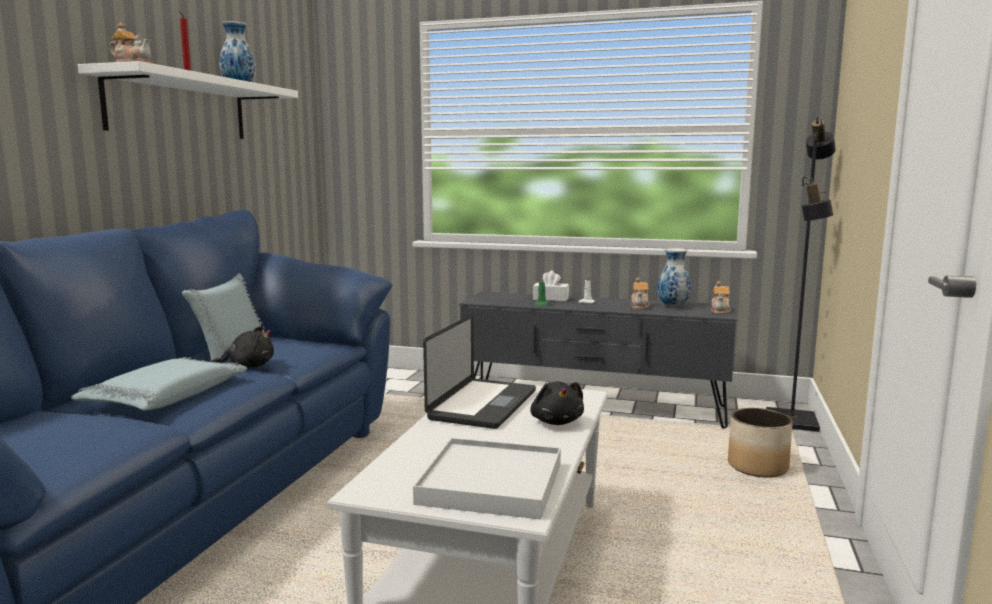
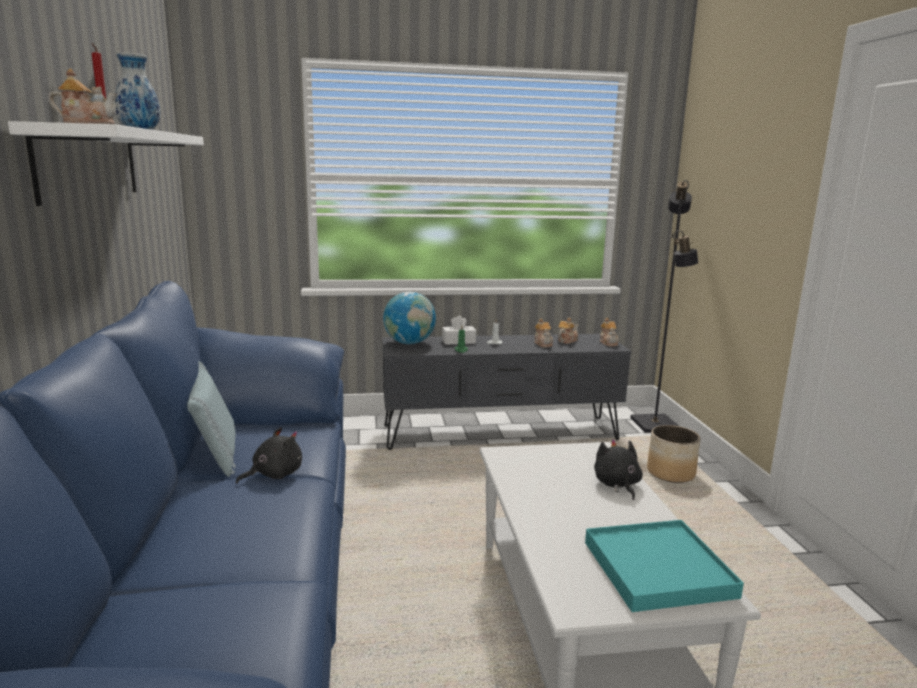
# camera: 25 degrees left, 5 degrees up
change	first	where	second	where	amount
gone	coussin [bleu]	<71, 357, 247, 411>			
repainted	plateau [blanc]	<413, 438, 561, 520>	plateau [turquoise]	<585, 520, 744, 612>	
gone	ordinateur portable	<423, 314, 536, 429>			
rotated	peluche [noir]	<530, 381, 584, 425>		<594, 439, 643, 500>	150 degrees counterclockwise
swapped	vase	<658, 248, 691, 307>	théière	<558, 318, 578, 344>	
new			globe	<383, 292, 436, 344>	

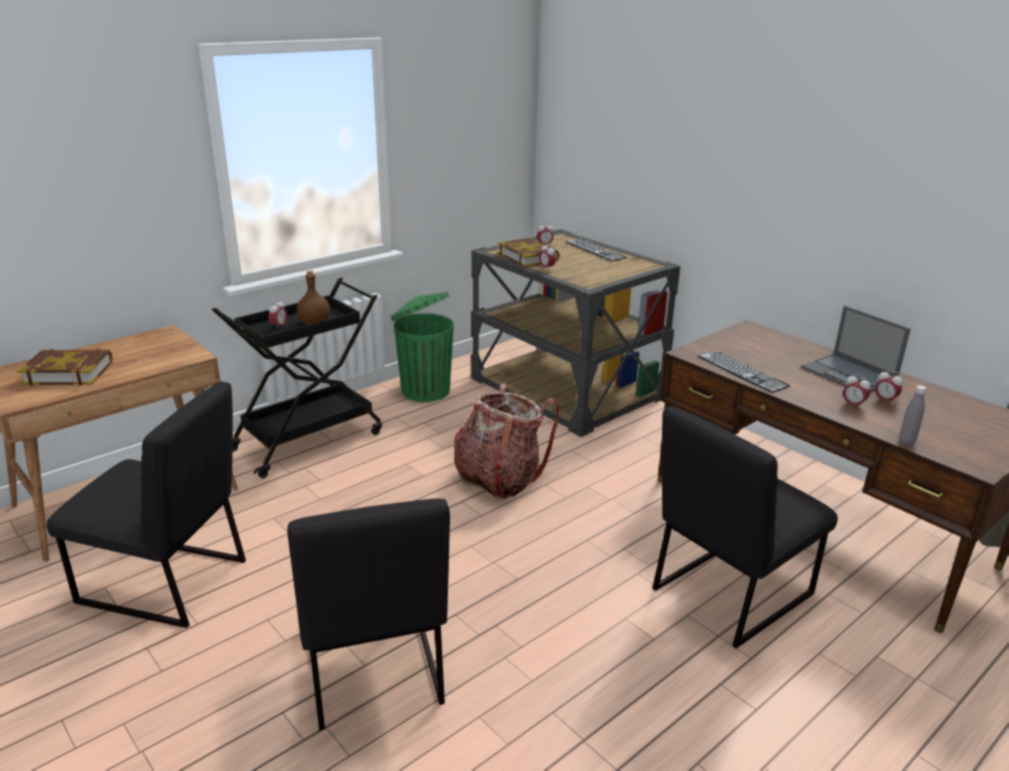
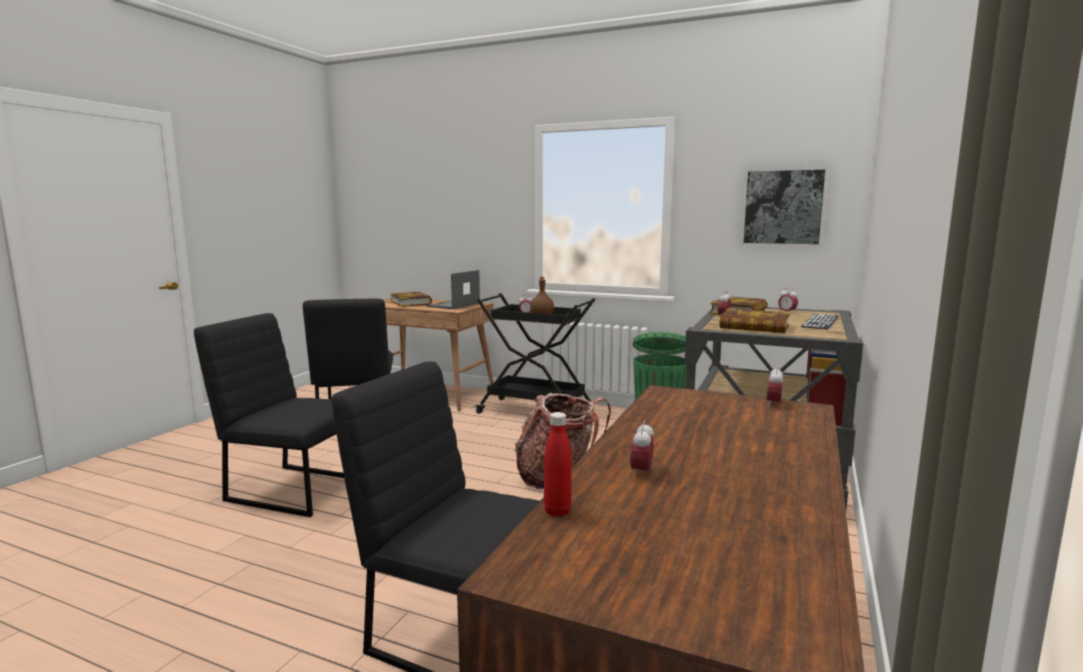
# camera: 65 degrees right, 15 degrees down
change	first	where	second	where	amount
rotated	chaise [noir]	<287, 499, 450, 730>		<194, 313, 344, 517>	60 degrees clockwise
gone	clavier	<698, 350, 790, 393>			
shifted	ordinateur portable	<801, 306, 910, 392>		<427, 270, 480, 309>	
shifted	réveil	<875, 370, 903, 405>		<766, 368, 783, 407>	
repainted	bouteille [gris]	<899, 385, 927, 445>	bouteille [rouge]	<544, 412, 572, 517>	
new			livre	<720, 309, 791, 333>	
new			tableau	<740, 166, 829, 247>	

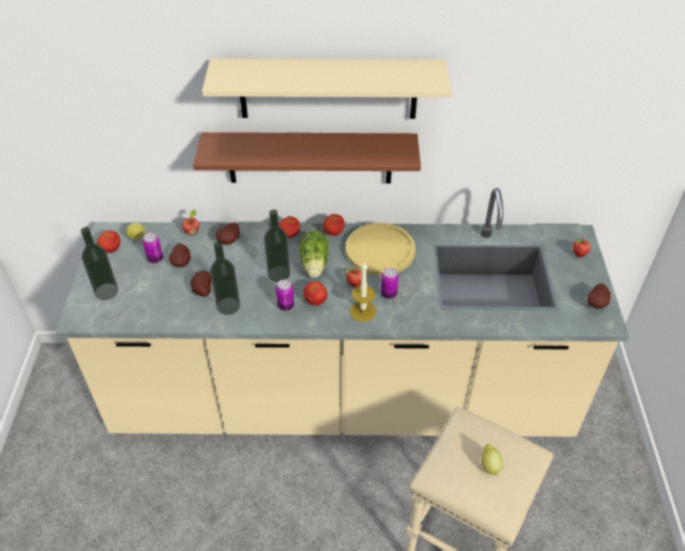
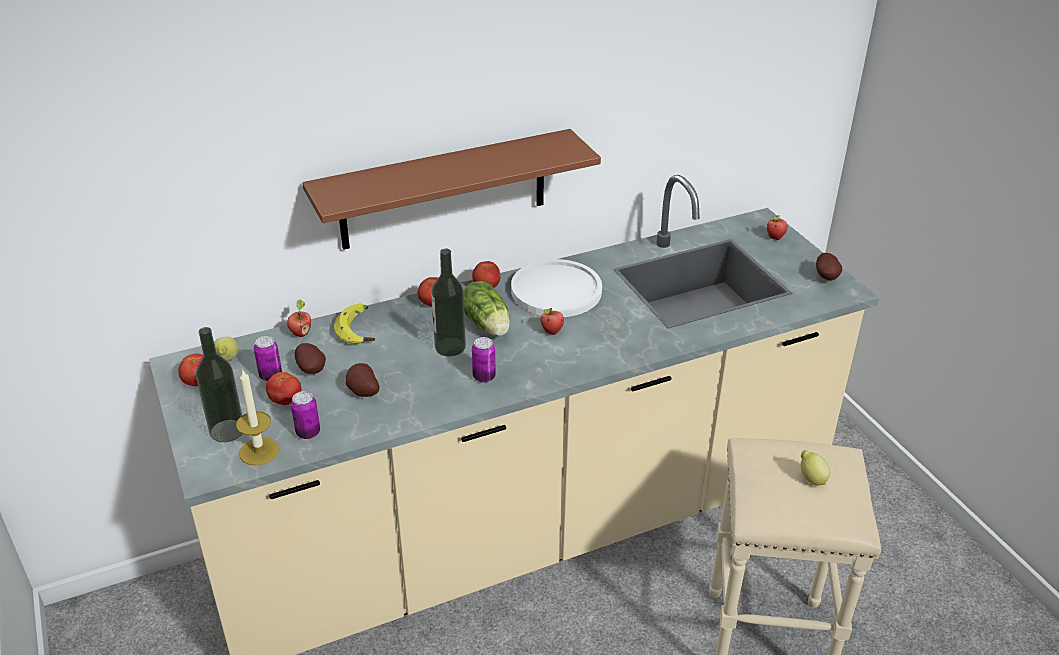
# camera: 25 degrees left, 10 degrees down
change	first	where	second	where	amount
gone	étagère [beige]	<202, 59, 451, 119>			
gone	bouteille	<210, 241, 240, 315>			
swapped	pomme de terre	<215, 223, 240, 245>	banane	<334, 304, 375, 344>	
shifted	tomate	<303, 281, 327, 306>		<266, 372, 301, 405>	
repainted	assiette [jaune]	<346, 223, 416, 276>	assiette [blanc]	<511, 259, 602, 317>	
shifted	bougie	<350, 261, 376, 322>		<236, 369, 279, 466>	
shifted	boîte métallique	<381, 268, 399, 299>		<291, 391, 320, 439>	

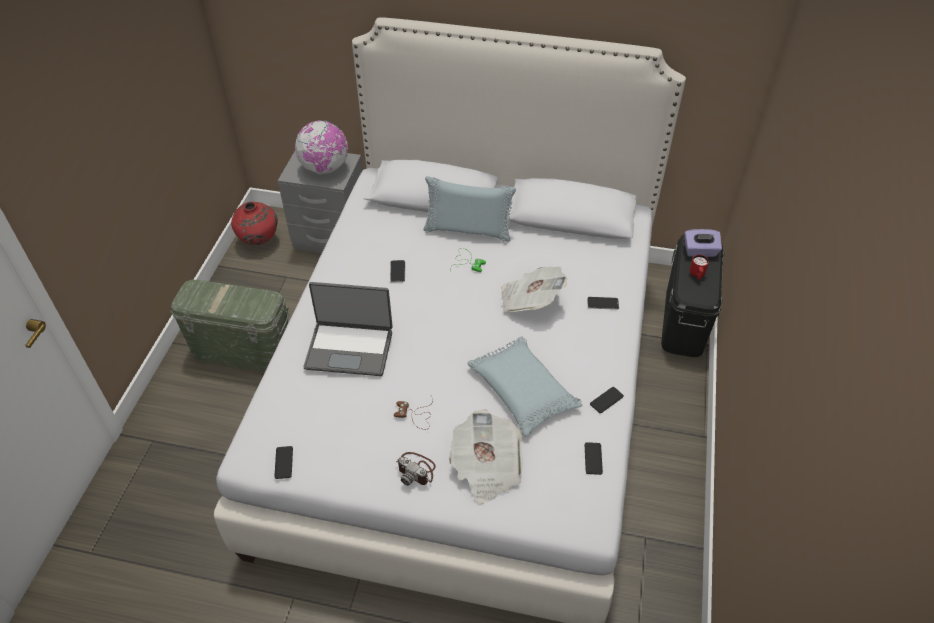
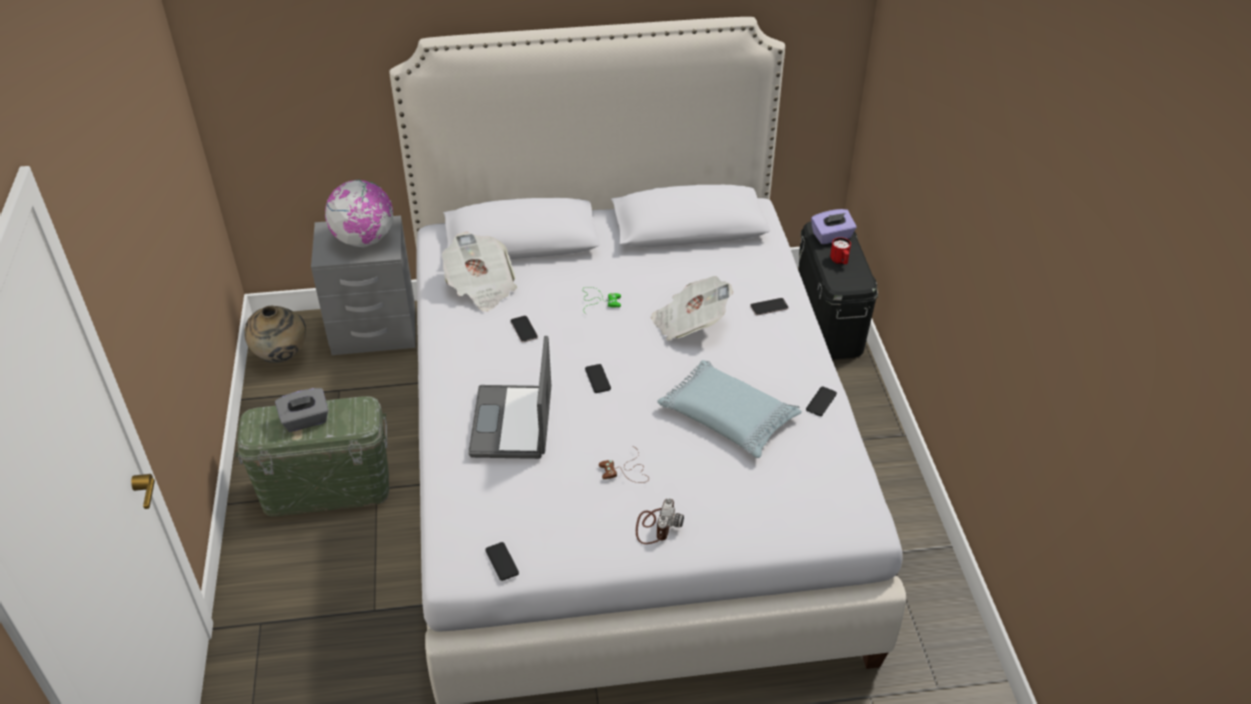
# camera: 20 degrees left, 5 degrees down
change	first	where	second	where	amount
repainted	vase [rouge]	<231, 202, 278, 245>	vase [beige]	<244, 306, 306, 363>	
rotated	ordinateur portable	<303, 282, 393, 376>		<468, 336, 551, 459>	105 degrees clockwise
rotated	appareil photo	<396, 452, 436, 486>		<636, 498, 684, 544>	90 degrees counterclockwise
gone	coussin [bleu]	<423, 176, 516, 242>			
shifted	journal	<449, 409, 523, 504>		<442, 232, 517, 312>	
shifted	téléphone	<585, 442, 603, 475>		<585, 364, 611, 393>	
new			boîte à mouchoirs [gris]	<275, 388, 329, 432>	

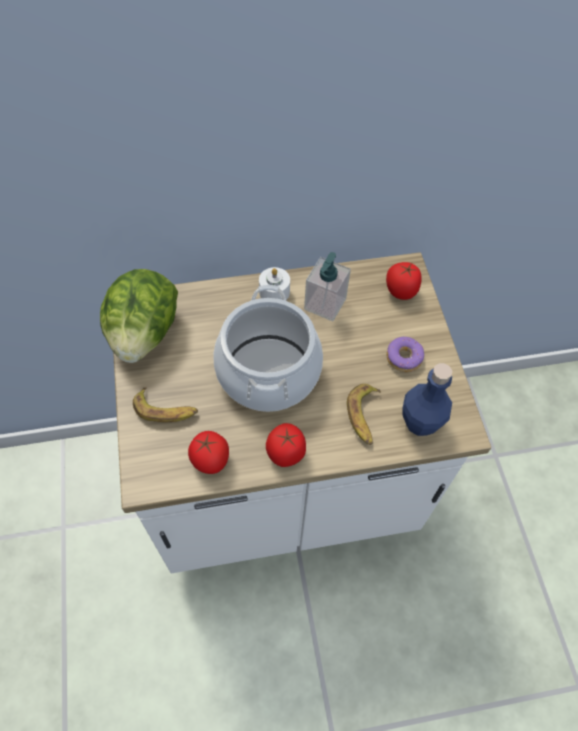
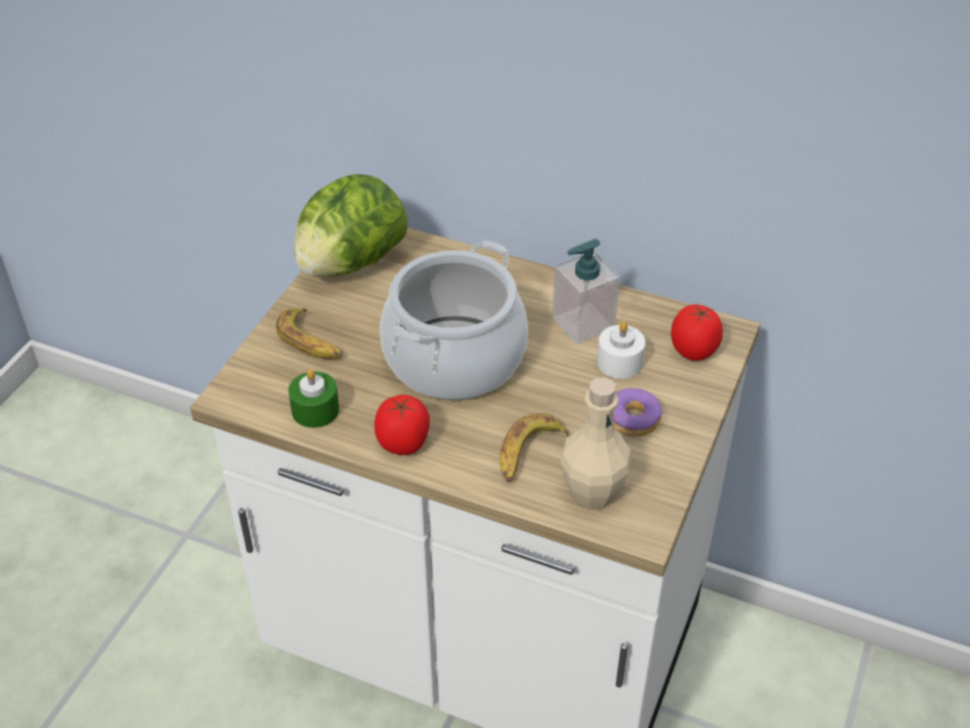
# camera: 35 degrees right, 15 degrees down
change	first	where	second	where	amount
swapped	tomate	<188, 431, 229, 474>	bougie [vert]	<288, 369, 339, 428>	
shifted	bougie [blanc]	<259, 267, 290, 300>		<597, 321, 645, 379>	
repainted	bouteille [bleu]	<402, 363, 452, 436>	bouteille [beige]	<560, 377, 631, 510>	

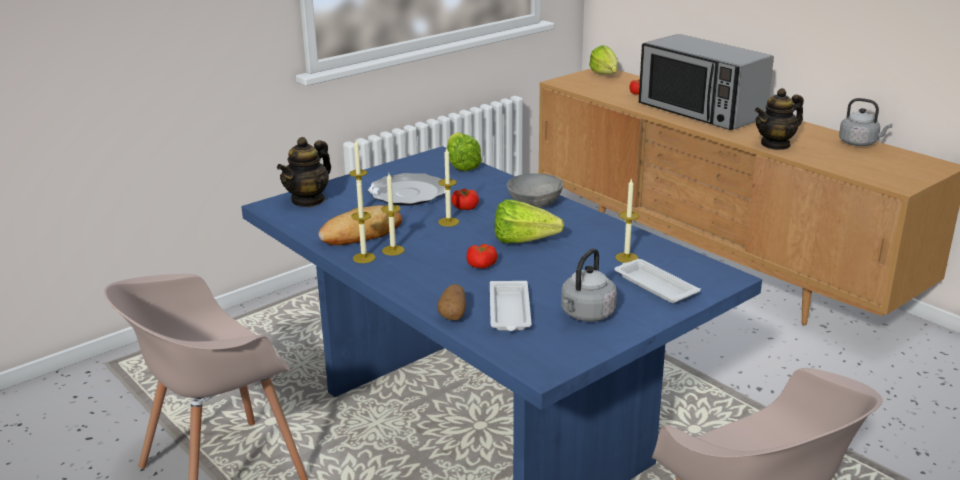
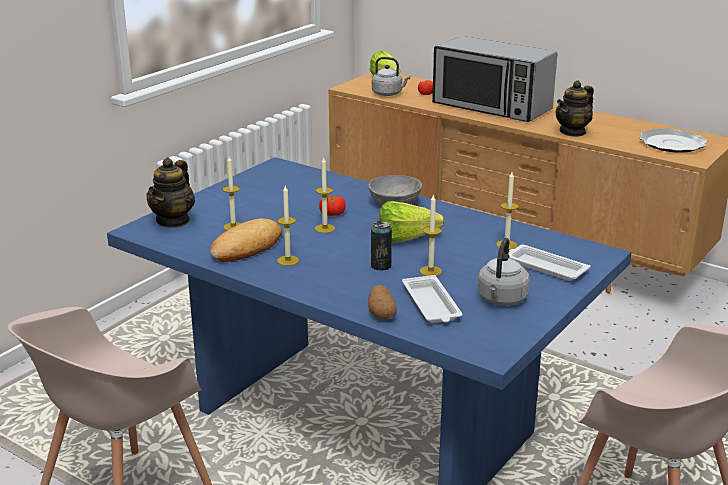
# camera: 15 degrees left, 0 degrees up
change	first	where	second	where	amount
shifted	bougie	<351, 180, 375, 263>		<420, 194, 442, 276>	
shifted	assiette	<368, 173, 445, 206>		<639, 128, 707, 153>	
gone	laitue	<447, 132, 482, 171>			
swapped	tomate	<466, 244, 498, 269>	boîte métallique	<371, 220, 392, 271>	
shifted	bouilloire [gris]	<839, 98, 893, 146>		<372, 57, 410, 96>	

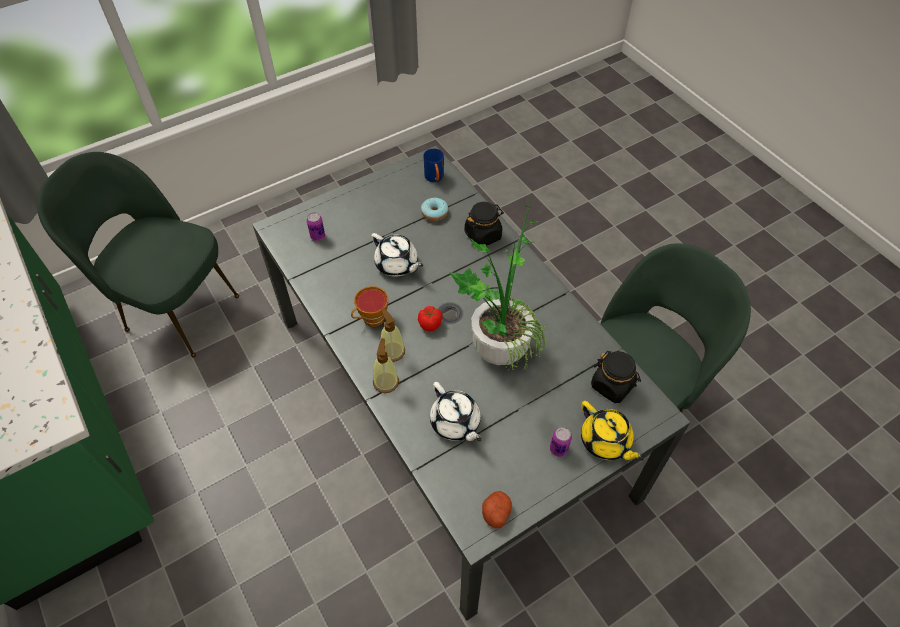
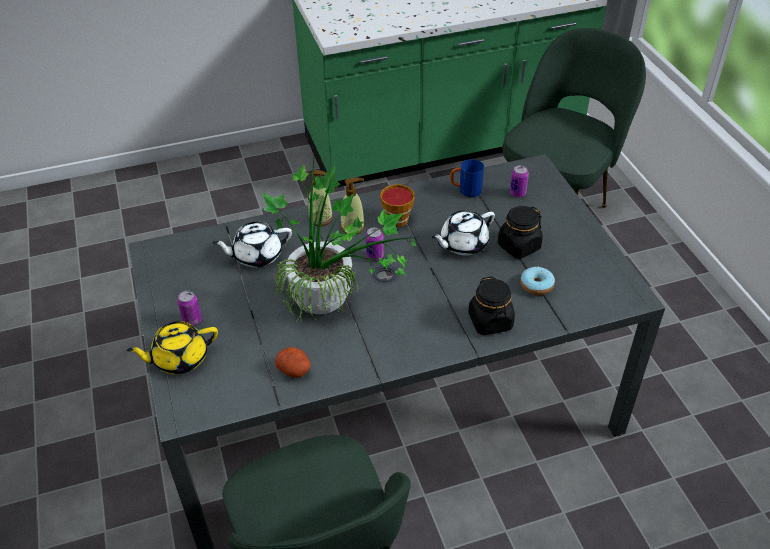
# camera: 105 degrees right, 10 degrees down
change	first	where	second	where	amount
swapped	tomate	<418, 306, 442, 331>	boîte métallique	<366, 227, 384, 261>	
shifted	mug [bleu]	<423, 149, 444, 182>		<450, 159, 484, 197>	
shifted	pomme de terre	<482, 491, 512, 528>		<275, 347, 311, 378>	
shifted	bocal [noir]	<591, 351, 641, 403>		<498, 206, 543, 259>	

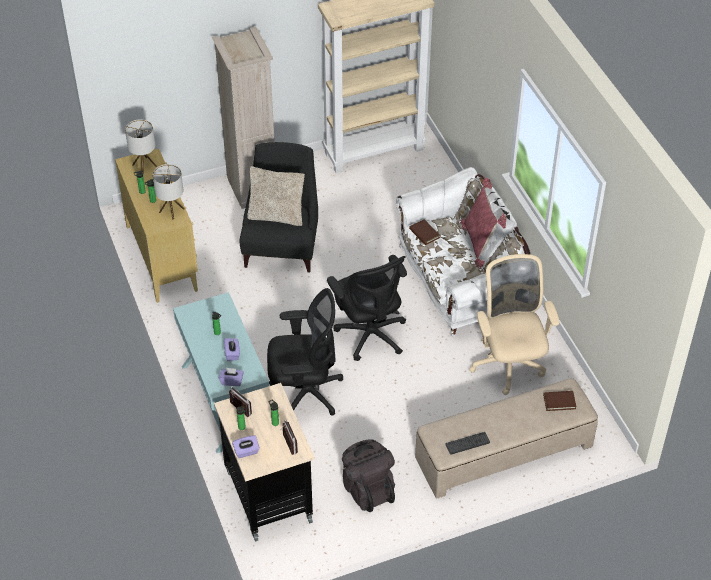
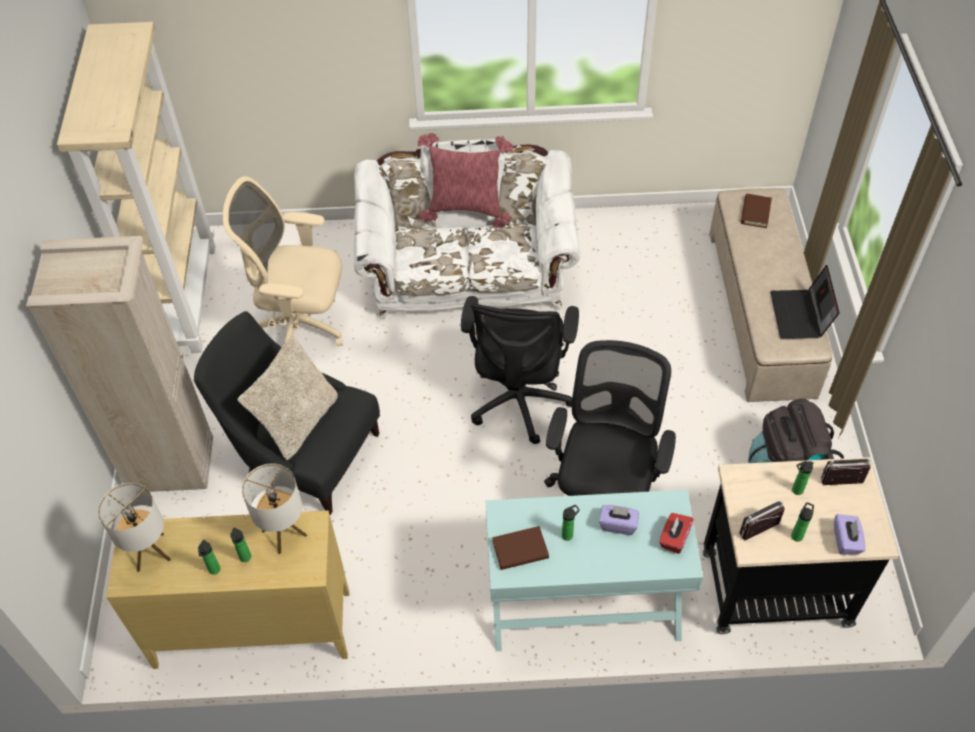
# camera: 70 degrees left, 5 degrees up
change	first	where	second	where	amount
repainted	boîte à mouchoirs [violet]	<219, 367, 244, 386>	boîte à mouchoirs [rouge]	<659, 513, 694, 554>	
rotated	chaise de bureau [noir]	<327, 255, 407, 361>		<461, 296, 579, 444>	105 degrees clockwise
shifted	livre [marron]	<409, 219, 440, 245>		<492, 526, 549, 570>	
swapped	clavier	<445, 432, 490, 455>	ordinateur portable	<770, 265, 840, 339>	
shifted	chaise de bureau [beige]	<469, 254, 560, 395>		<223, 176, 343, 346>	

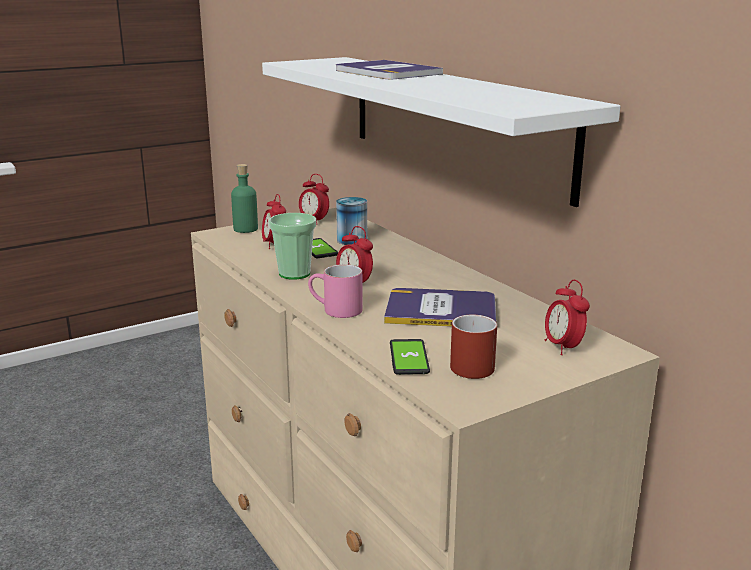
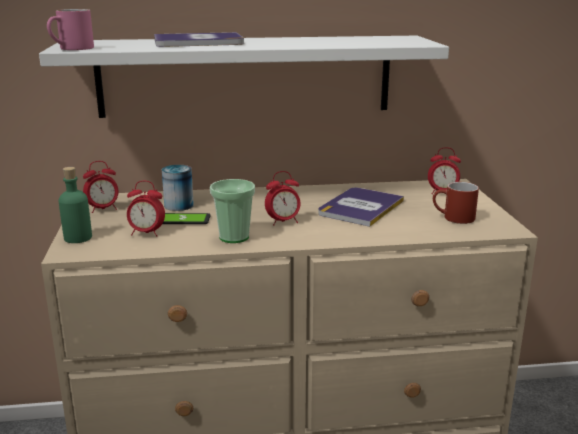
# camera: 65 degrees left, 0 degrees up
change	first	where	second	where	amount
shifted	mug [rose]	<308, 264, 363, 318>		<47, 9, 94, 50>	
gone	téléphone	<390, 339, 430, 375>			

